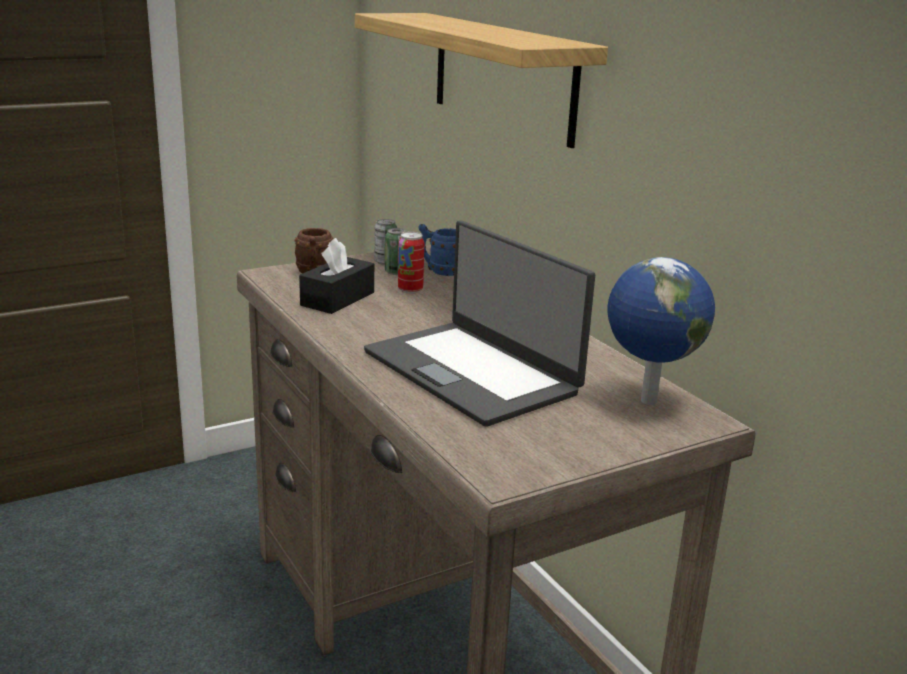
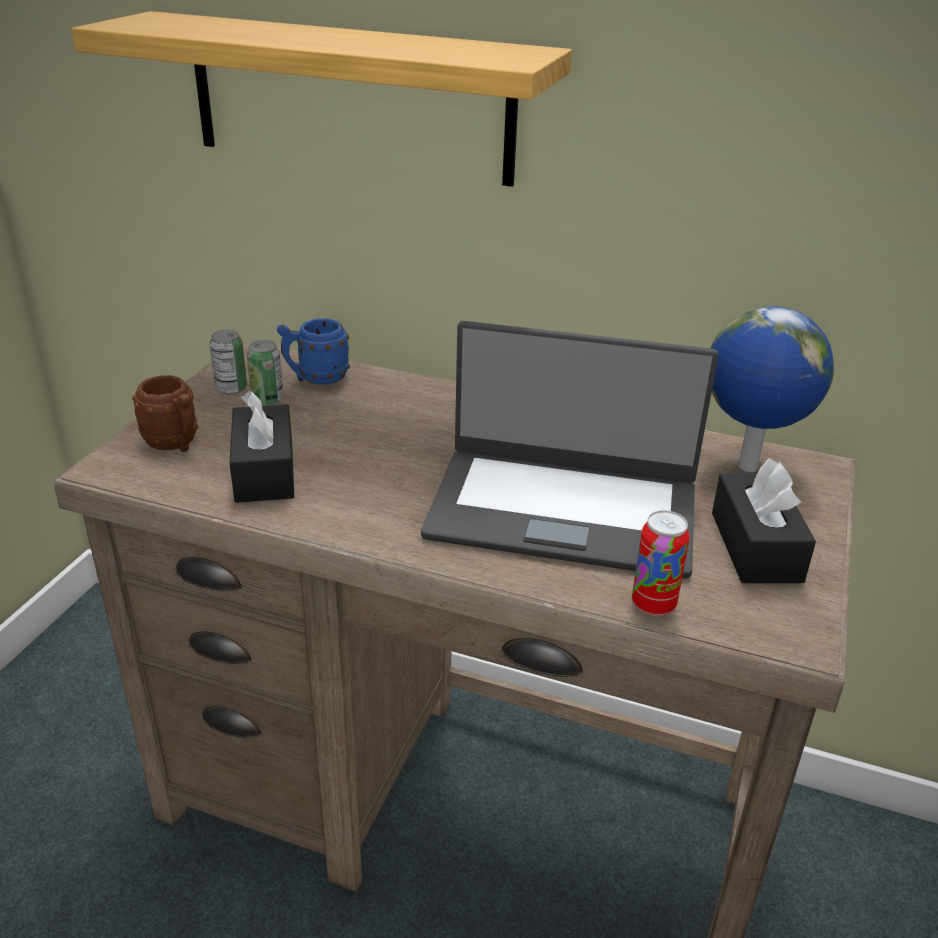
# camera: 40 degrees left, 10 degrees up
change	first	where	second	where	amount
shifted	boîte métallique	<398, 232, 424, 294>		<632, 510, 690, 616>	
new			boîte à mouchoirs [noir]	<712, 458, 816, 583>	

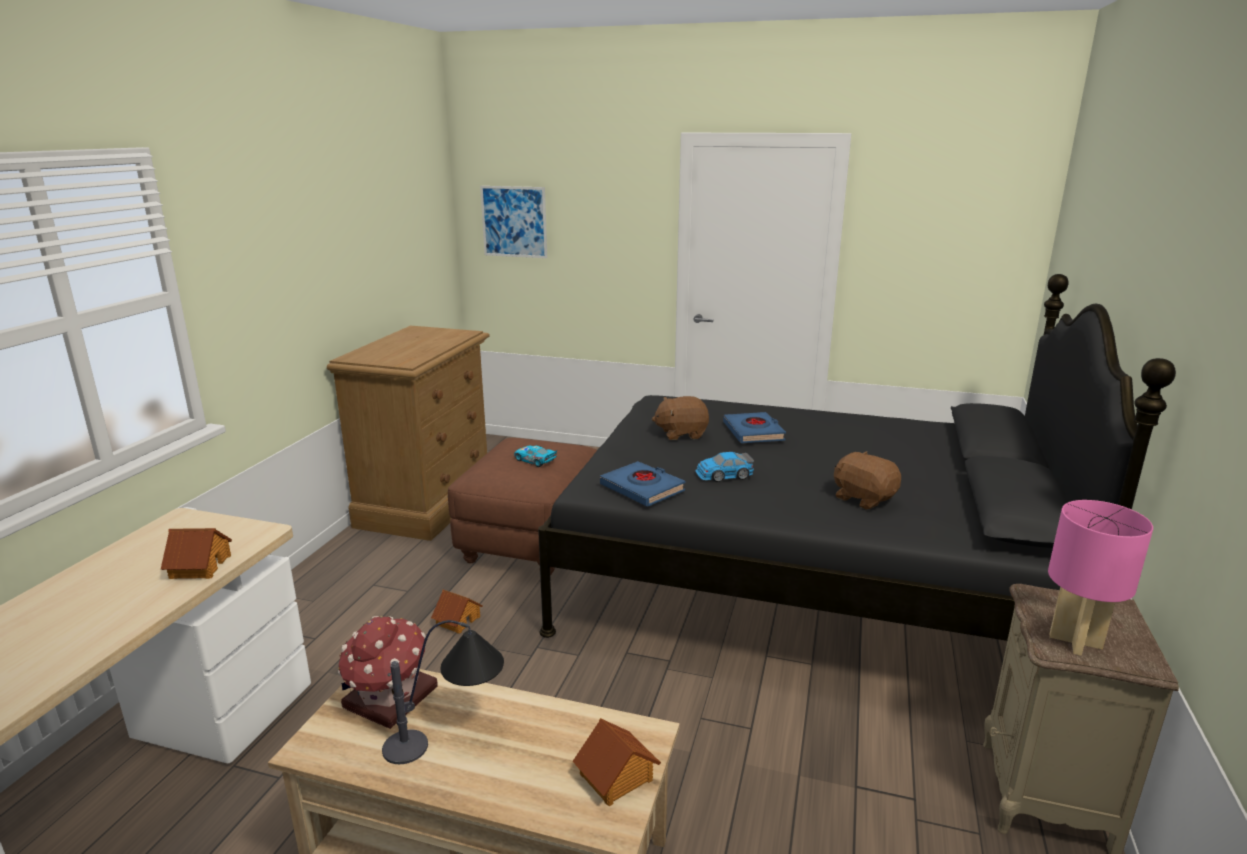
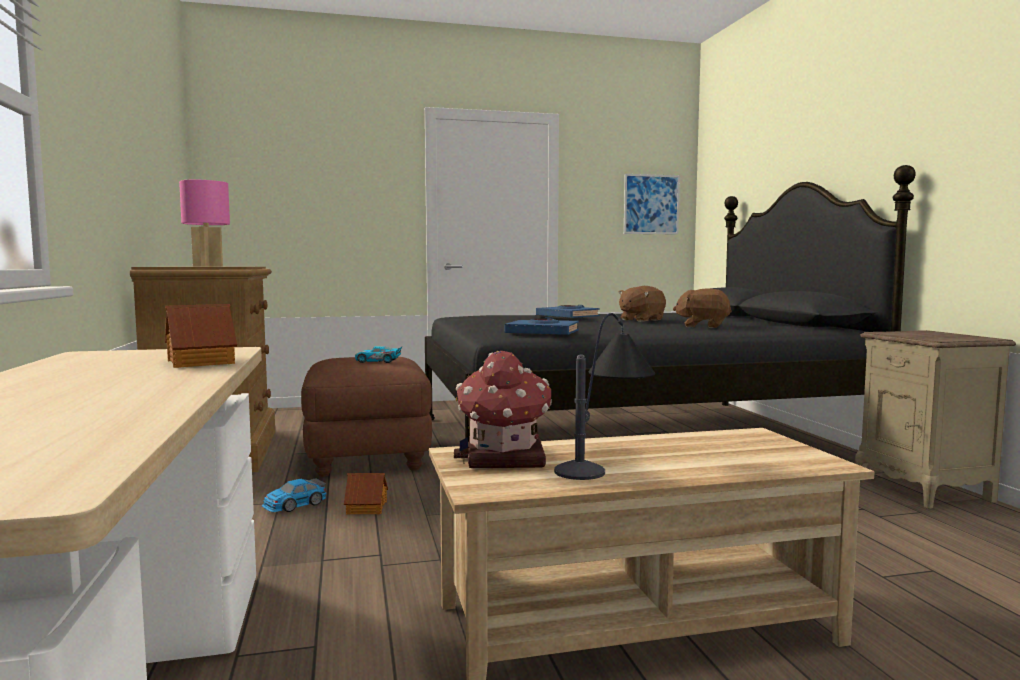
# camera: 30 degrees left, 15 degrees down
change	first	where	second	where	amount
shifted	tableau	<480, 186, 547, 258>		<624, 174, 680, 235>	
gone	maison miniature	<573, 718, 661, 806>			
shifted	peluche [marron]	<652, 396, 709, 440>		<619, 286, 666, 322>	
shifted	petite voiture	<695, 452, 754, 482>		<262, 478, 326, 512>	
shifted	lampe de table [rose]	<1048, 500, 1153, 656>		<179, 180, 230, 267>	

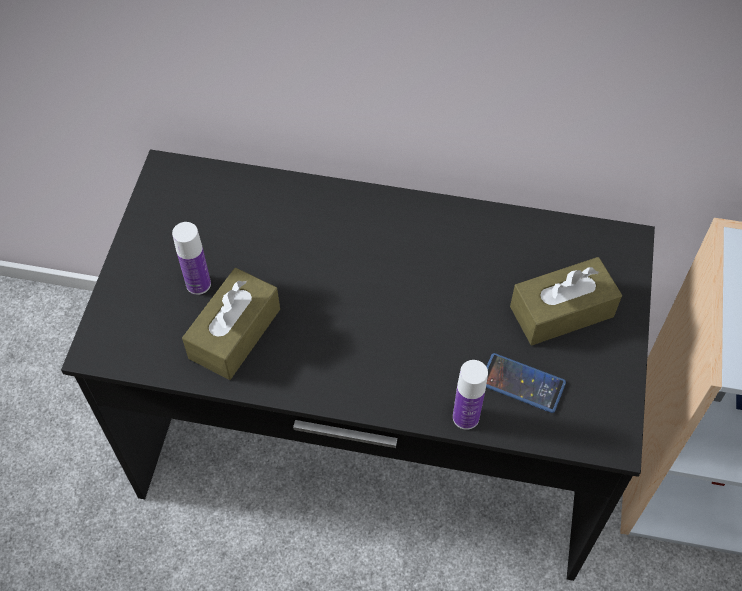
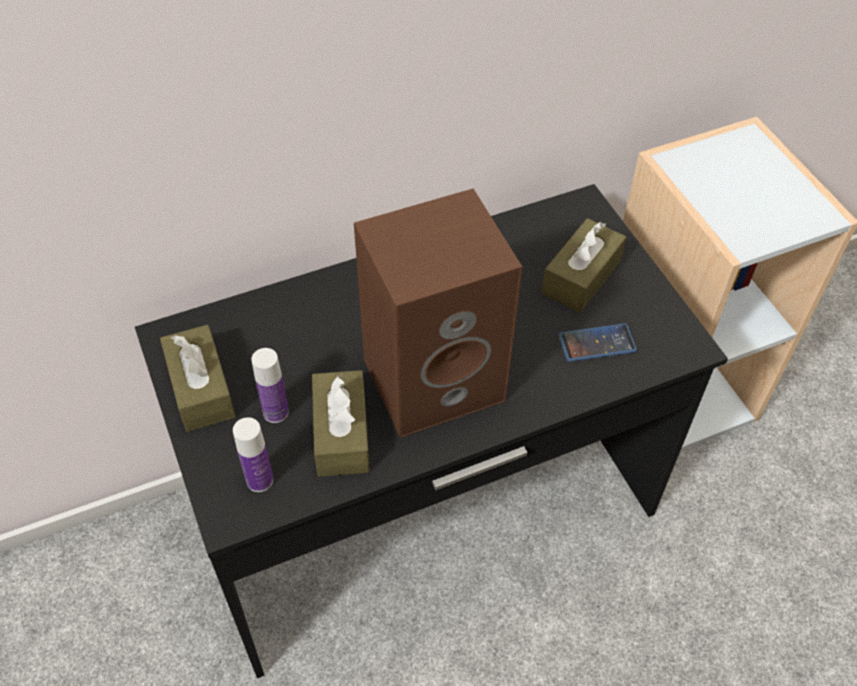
# camera: 35 degrees left, 5 degrees down
change	first	where	second	where	amount
shifted	bouteille	<453, 360, 488, 430>		<233, 417, 273, 492>	
new			boîte à mouchoirs [marron]	<160, 325, 236, 432>	
new			enceinte [marron]	<354, 189, 522, 438>	

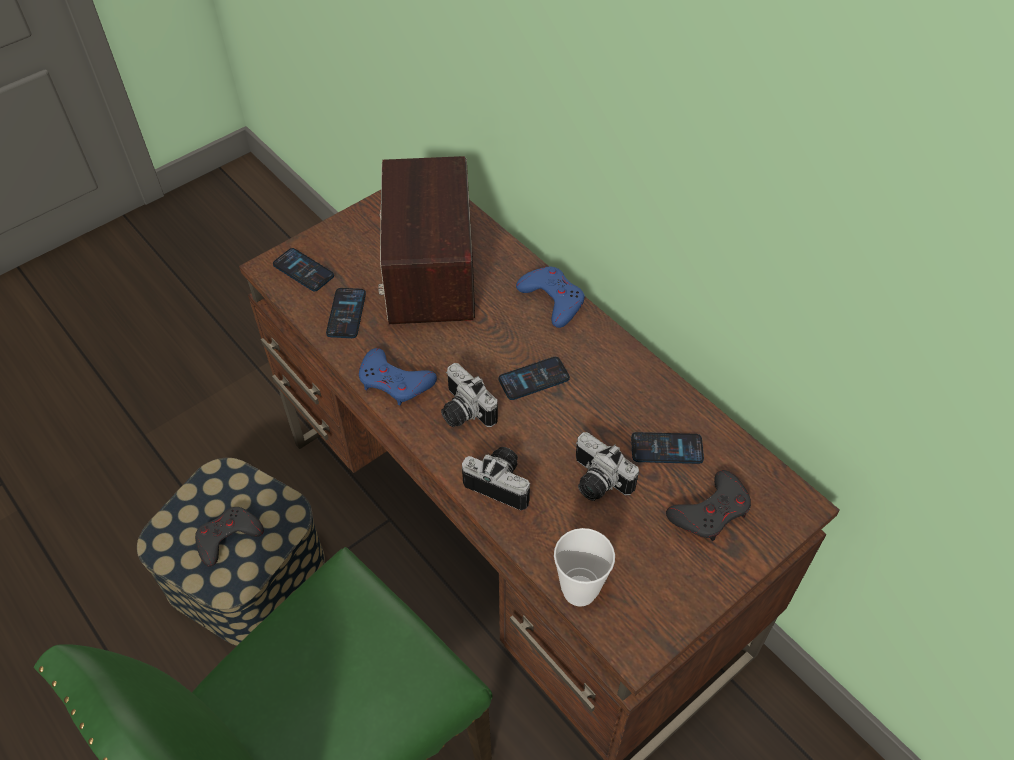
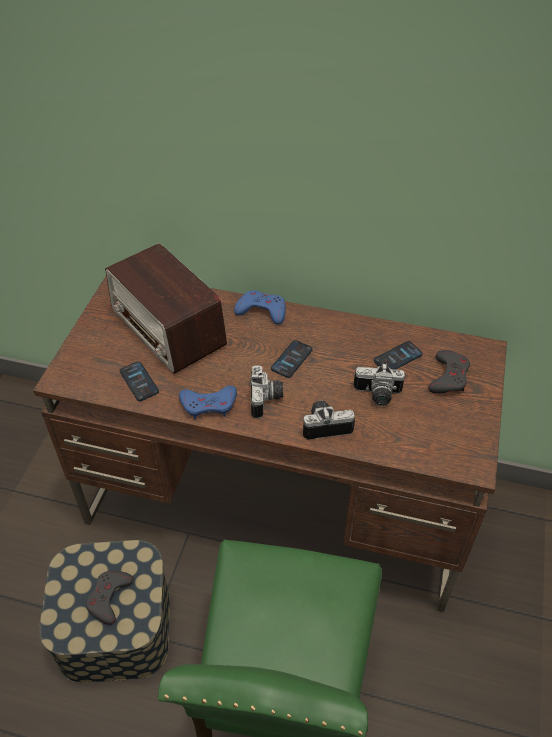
# camera: 35 degrees left, 5 degrees down
change	first	where	second	where	amount
gone	téléphone	<273, 248, 334, 291>			
rotated	appareil photo	<441, 363, 498, 427>		<251, 366, 283, 419>	105 degrees counterclockwise
gone	tasse	<554, 528, 615, 607>			

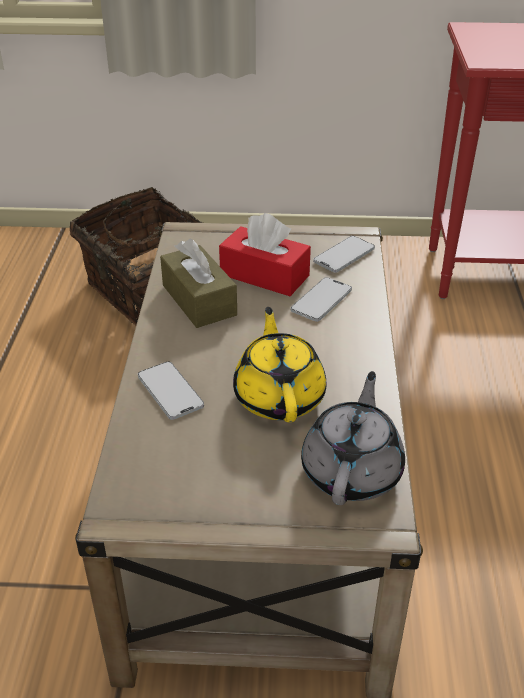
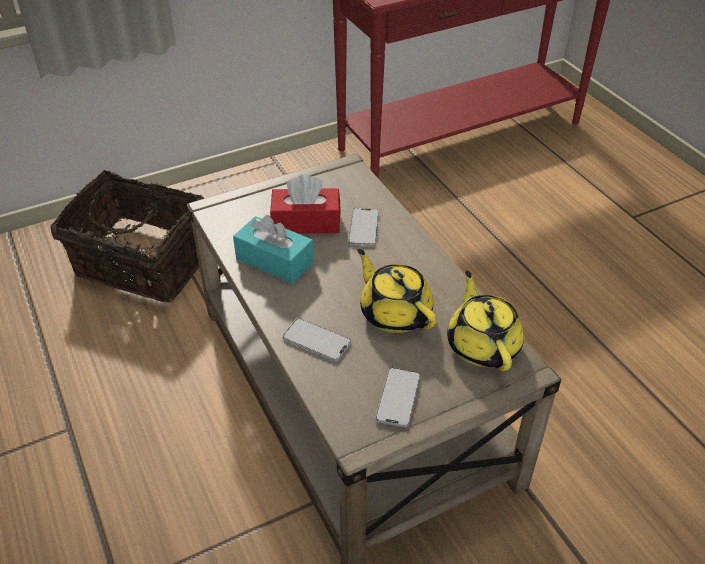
# camera: 30 degrees left, 5 degrees up
change	first	where	second	where	amount
repainted	boîte à mouchoirs [marron]	<160, 239, 237, 328>	boîte à mouchoirs [turquoise]	<233, 215, 314, 284>	
repainted	théière [gris]	<301, 371, 405, 505>	théière [jaune]	<447, 270, 524, 371>	
shifted	téléphone	<313, 236, 375, 273>		<376, 367, 420, 428>	

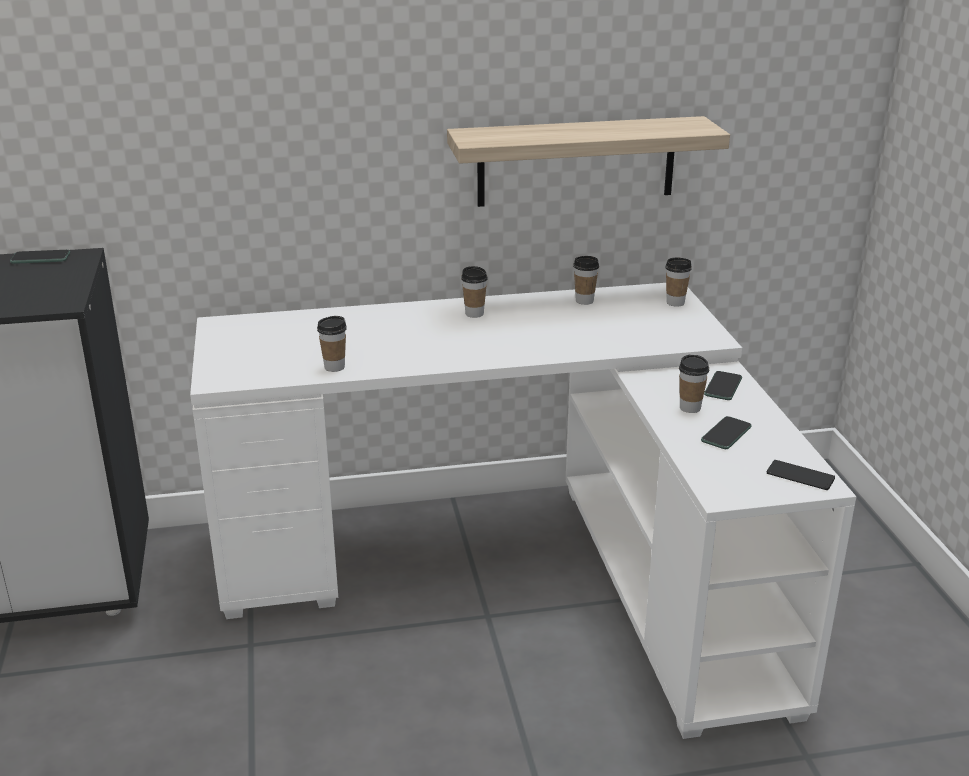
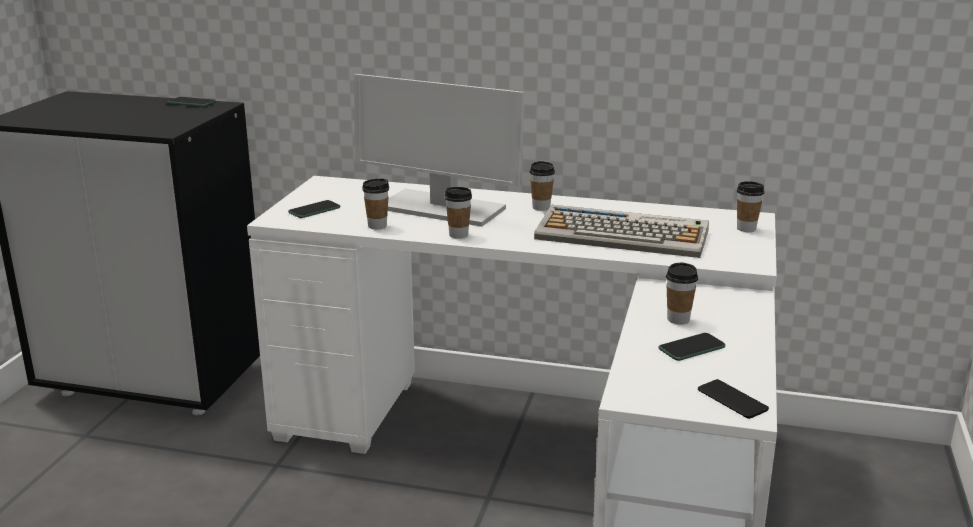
# camera: 25 degrees right, 5 degrees down
change	first	where	second	where	amount
gone	étagère	<447, 116, 730, 207>			
shifted	tasse	<573, 256, 599, 305>		<445, 187, 472, 239>	
shifted	téléphone	<704, 371, 742, 400>		<288, 200, 340, 218>	
new			écran d'ordinateur	<354, 74, 524, 227>	
new			clavier	<534, 205, 709, 258>	

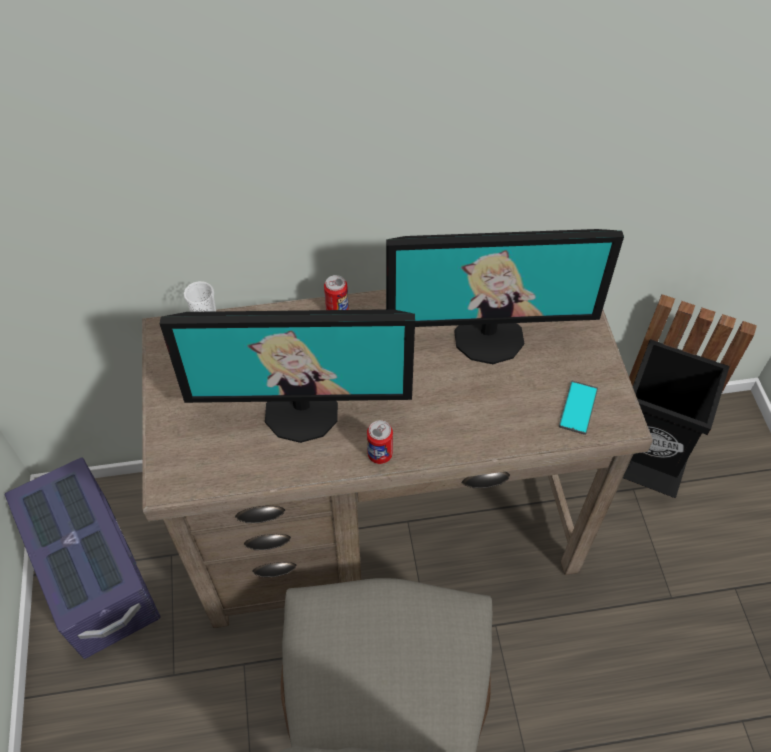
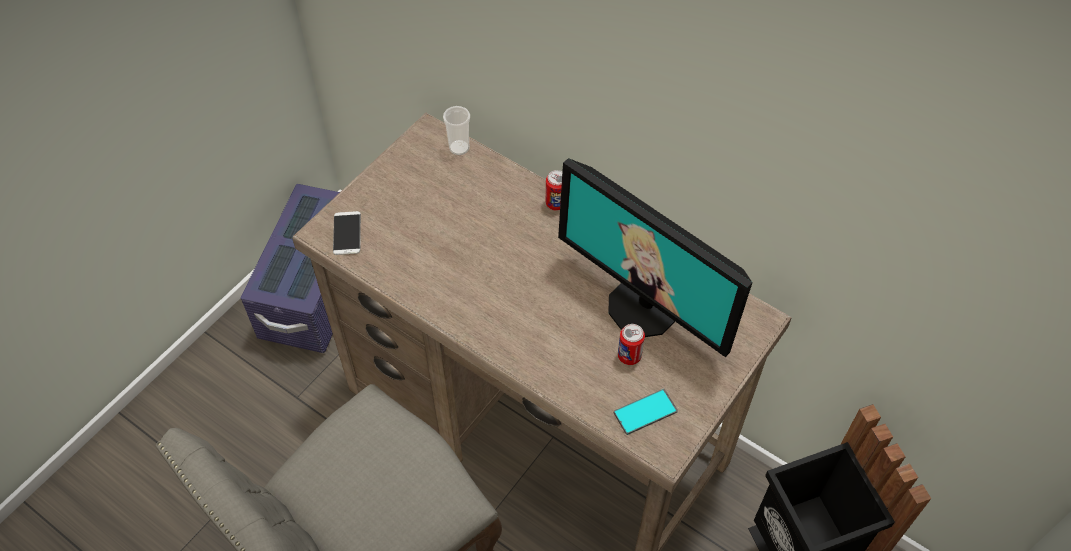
# camera: 45 degrees right, 0 degrees up
change	first	where	second	where	amount
gone	écran d'ordinateur	<160, 309, 415, 443>			
shifted	boîte métallique	<367, 420, 393, 464>		<618, 324, 645, 365>	
new			téléphone	<333, 211, 361, 255>	

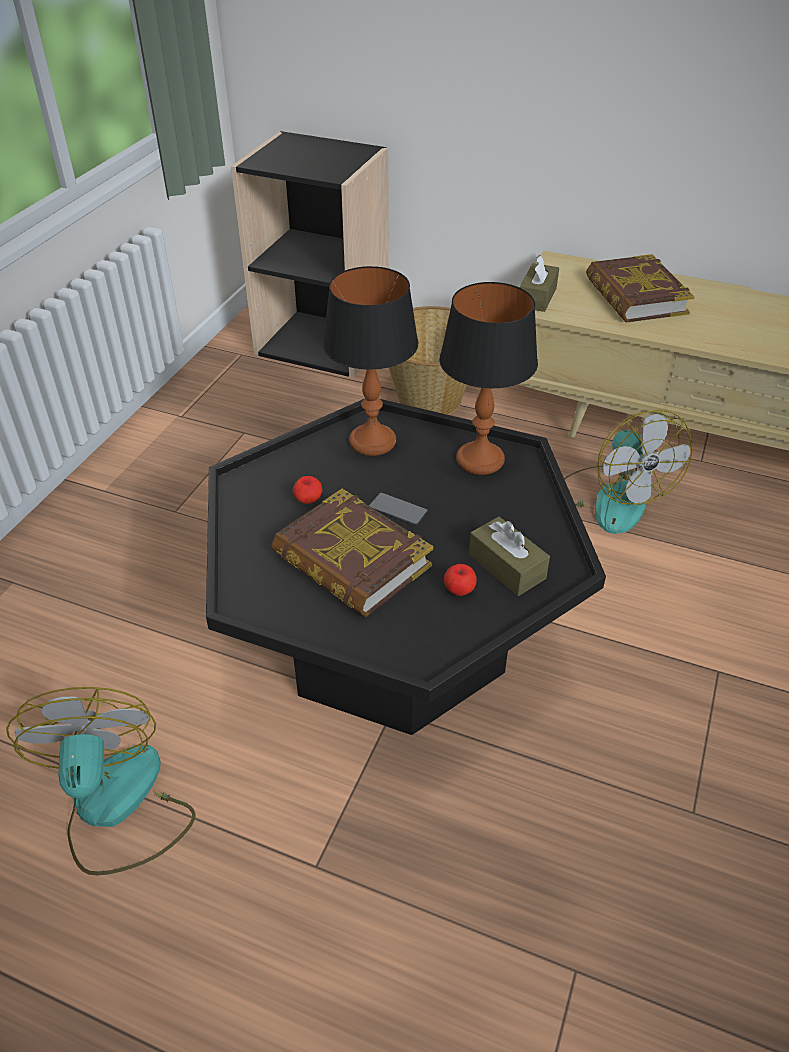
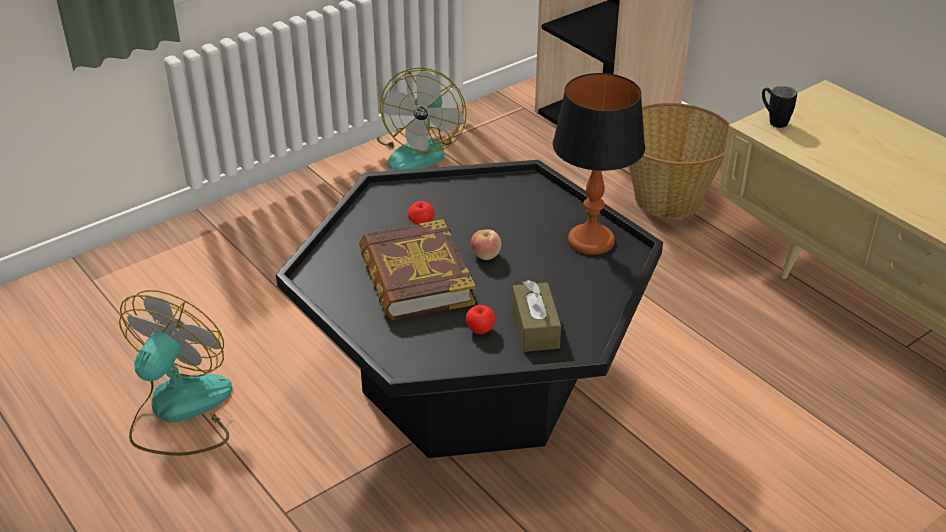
# camera: 30 degrees right, 5 degrees down
change	first	where	second	where	amount
gone	lampe de table	<323, 266, 418, 456>			
swapped	téléphone	<369, 493, 428, 526>	pomme	<471, 229, 501, 260>	
swapped	boîte à mouchoirs [marron]	<520, 255, 559, 312>	mug [noir]	<762, 86, 797, 128>	
shifted	ventilateur	<564, 410, 693, 534>		<377, 67, 467, 170>	
gone	livre	<586, 254, 694, 323>			

